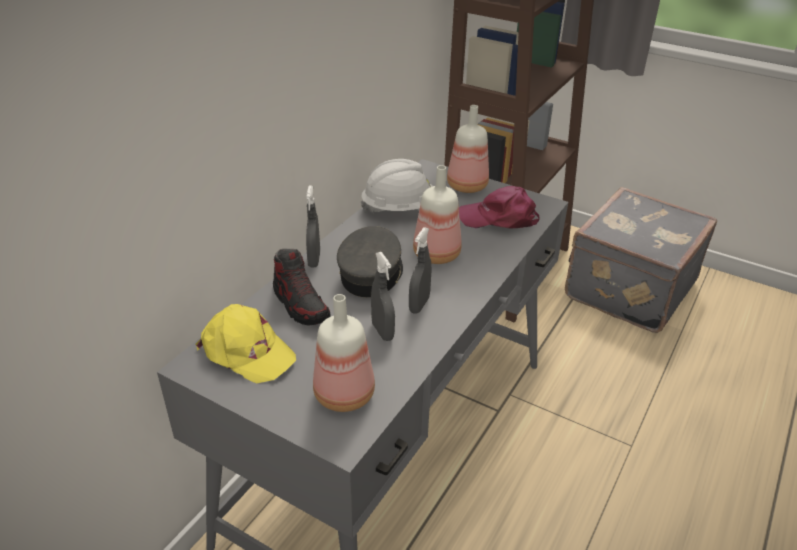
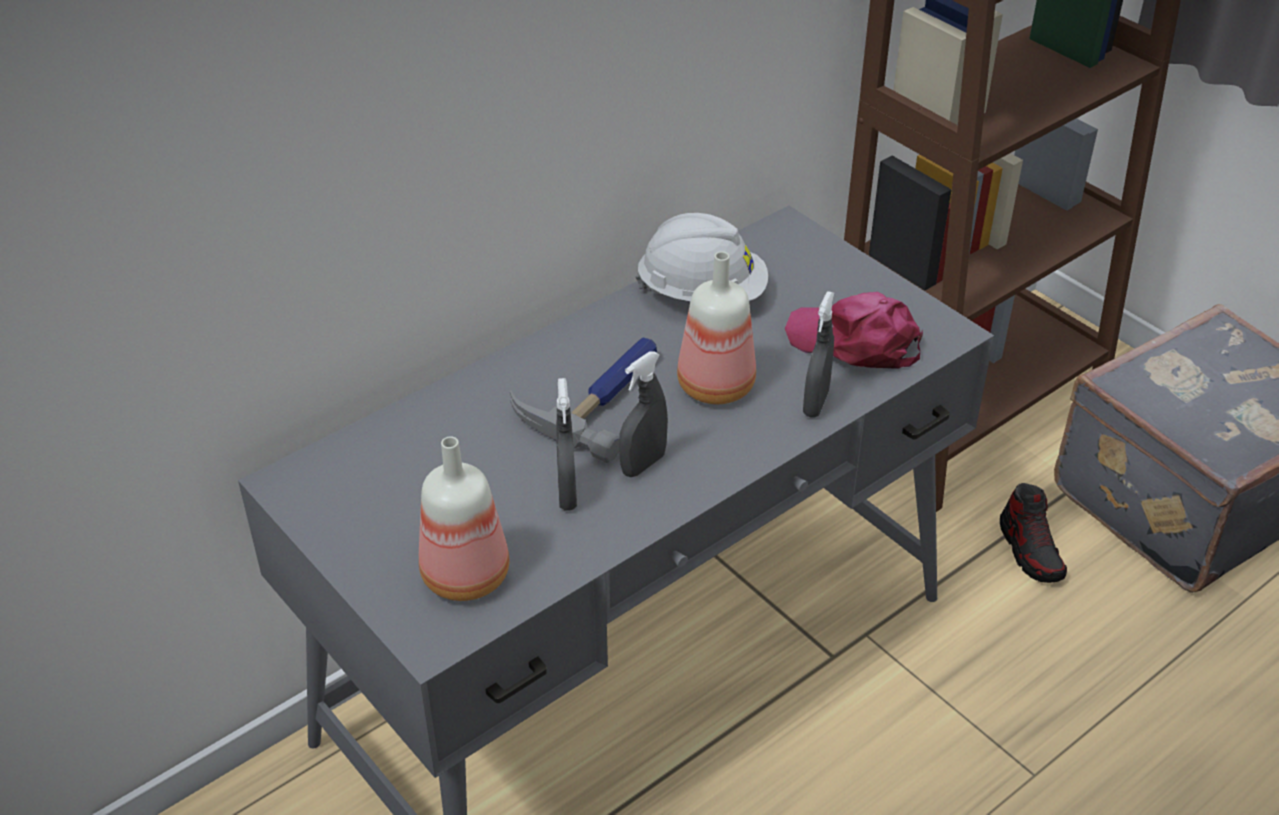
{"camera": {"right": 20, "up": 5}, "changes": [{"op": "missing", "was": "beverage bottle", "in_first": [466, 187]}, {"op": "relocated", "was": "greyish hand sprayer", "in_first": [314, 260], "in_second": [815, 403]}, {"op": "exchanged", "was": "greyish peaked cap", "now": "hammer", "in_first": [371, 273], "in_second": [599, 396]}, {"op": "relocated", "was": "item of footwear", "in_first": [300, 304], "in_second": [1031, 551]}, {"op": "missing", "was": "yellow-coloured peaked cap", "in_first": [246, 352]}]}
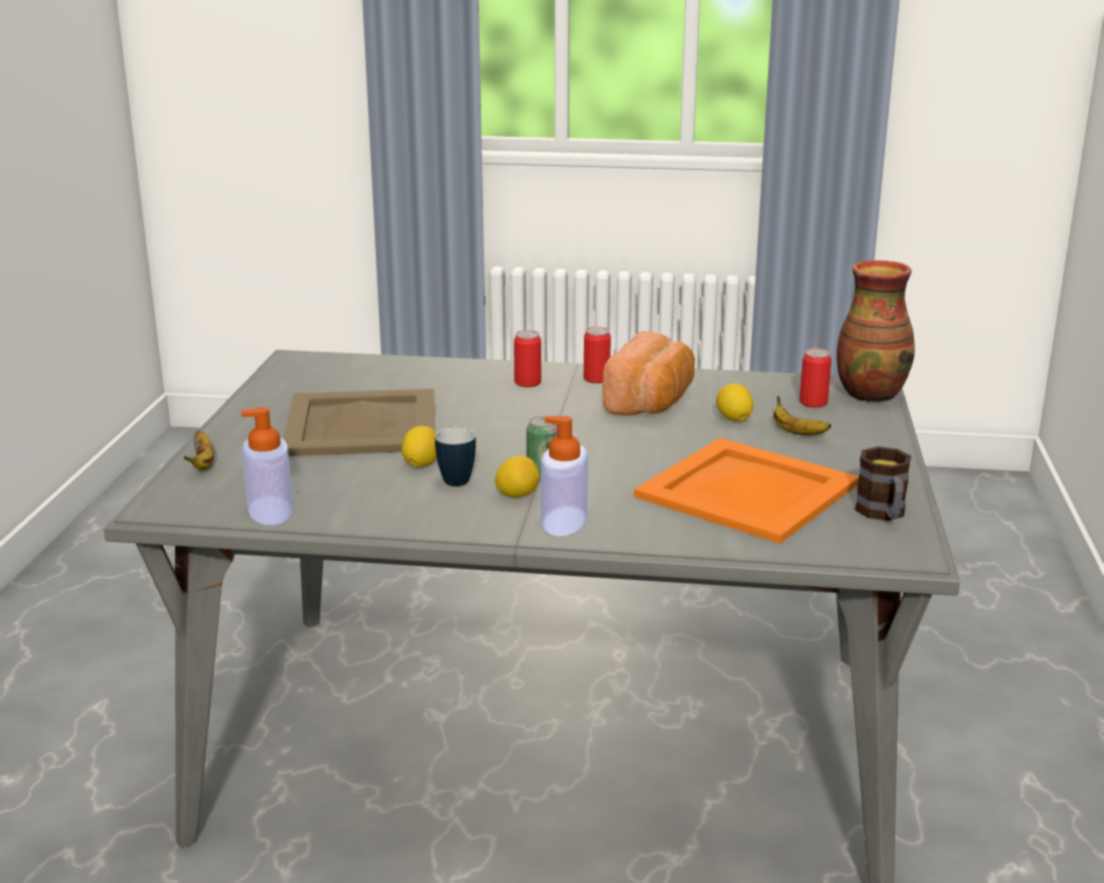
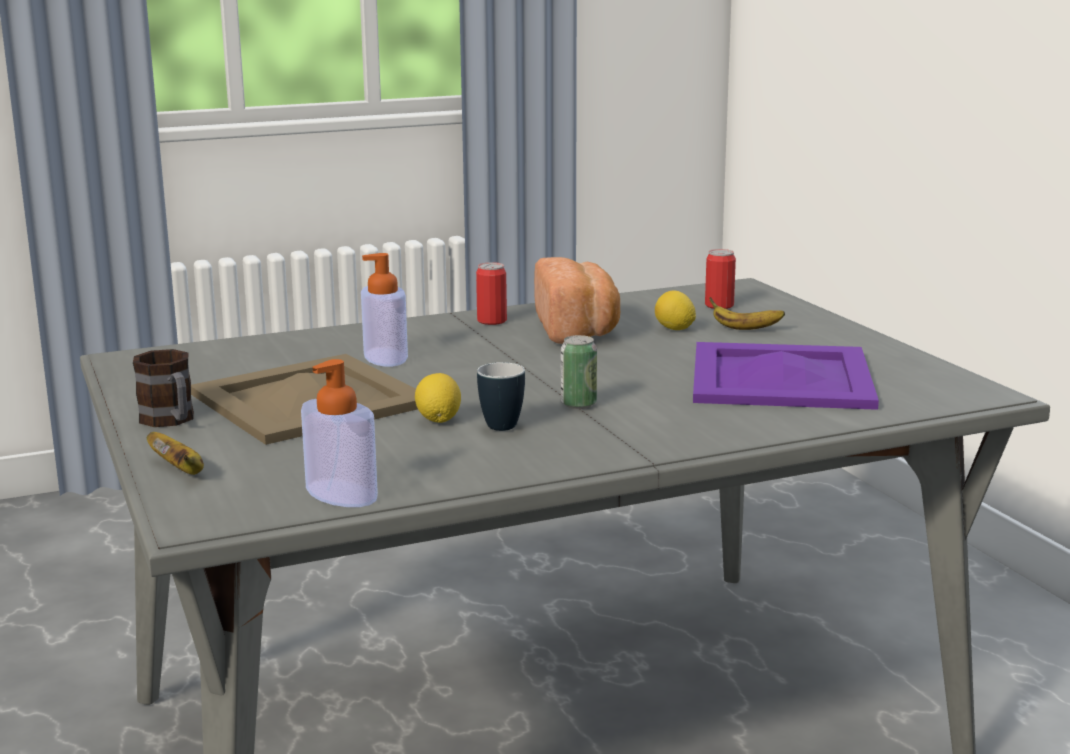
{"camera": {"right": -30, "up": -5}, "changes": [{"op": "missing", "was": "vase", "in_first": [870, 394]}, {"op": "missing", "was": "can", "in_first": [527, 383]}, {"op": "relocated", "was": "liquid soap bottle", "in_first": [564, 521], "in_second": [385, 357]}, {"op": "colour", "was": "orange serving tray", "now": "purple-coloured serving tray", "in_first": [745, 490], "in_second": [779, 378]}, {"op": "relocated", "was": "coffee mug", "in_first": [883, 514], "in_second": [171, 421]}, {"op": "missing", "was": "citrus fruit", "in_first": [517, 495]}]}
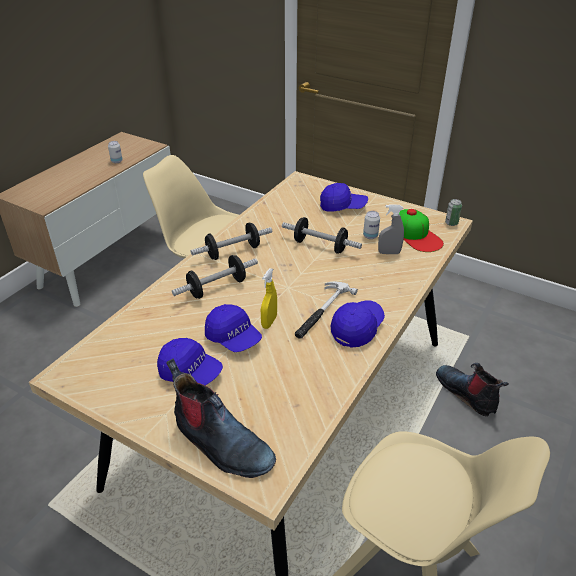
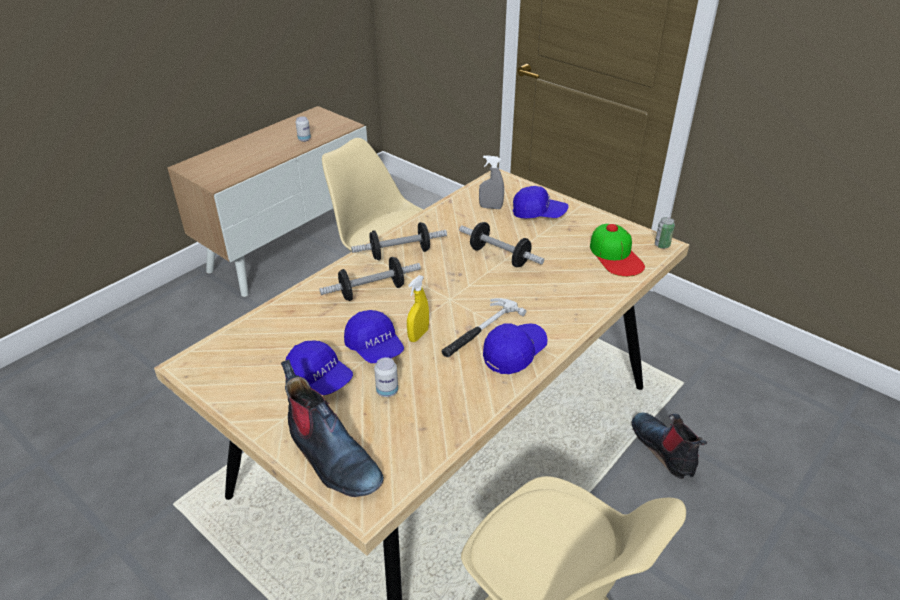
{"camera": {"right": 10, "up": 0}, "changes": [{"op": "relocated", "was": "greyish hand sprayer", "in_first": [389, 253], "in_second": [490, 207]}, {"op": "relocated", "was": "can", "in_first": [370, 236], "in_second": [387, 391]}]}
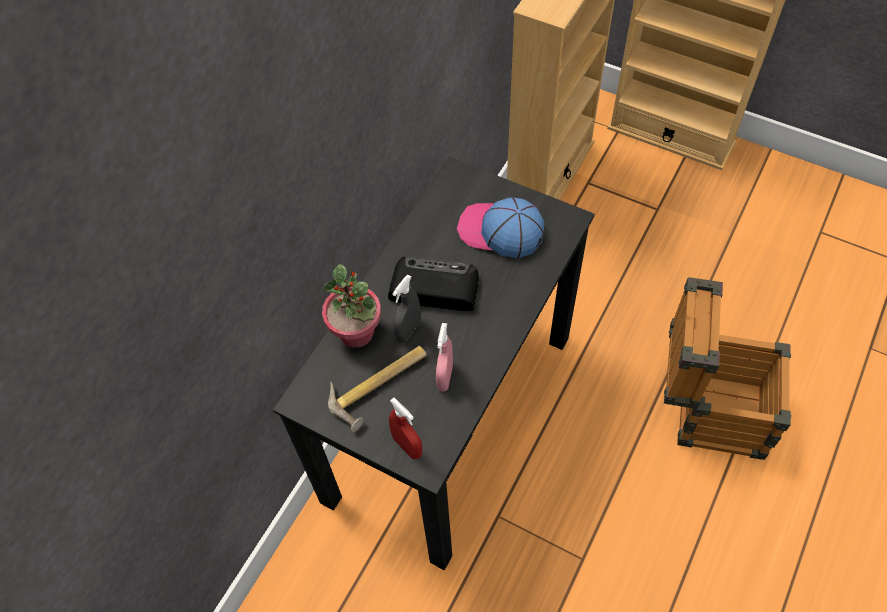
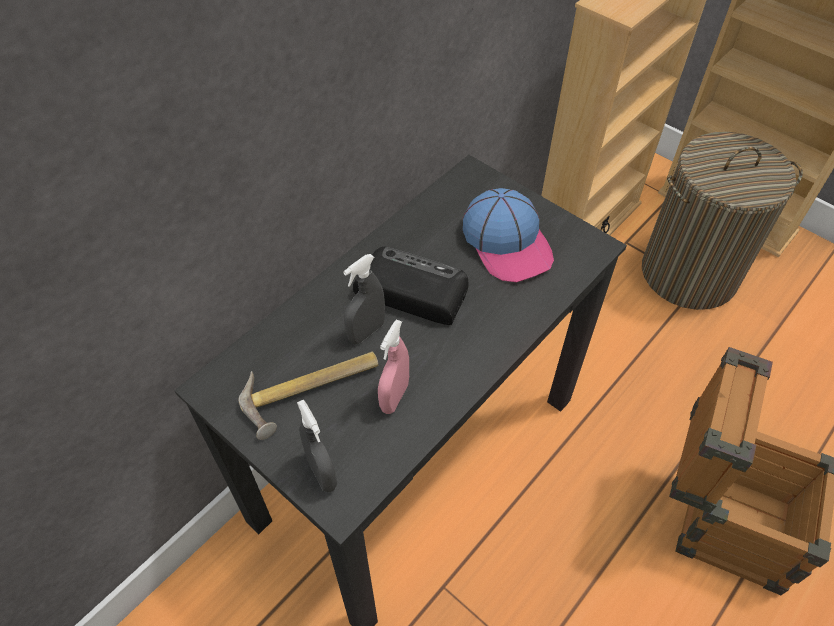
{"camera": {"right": 10, "up": -5}, "changes": [{"op": "spun", "was": "peaked cap", "in_first": [500, 231], "in_second": [507, 243], "clockwise": -150}, {"op": "missing", "was": "potted plant", "in_first": [357, 333]}, {"op": "colour", "was": "red hand sprayer", "now": "greyish hand sprayer", "in_first": [407, 446], "in_second": [322, 473]}, {"op": "appeared", "now": "laundry basket", "in_second": [688, 273]}]}
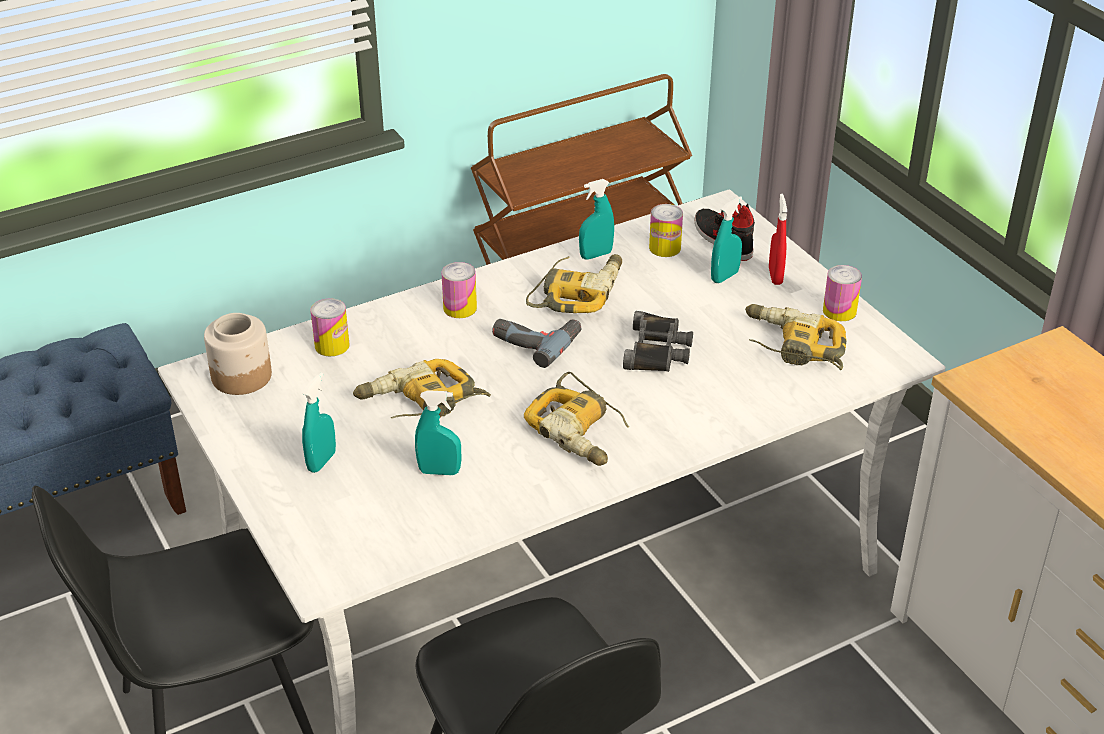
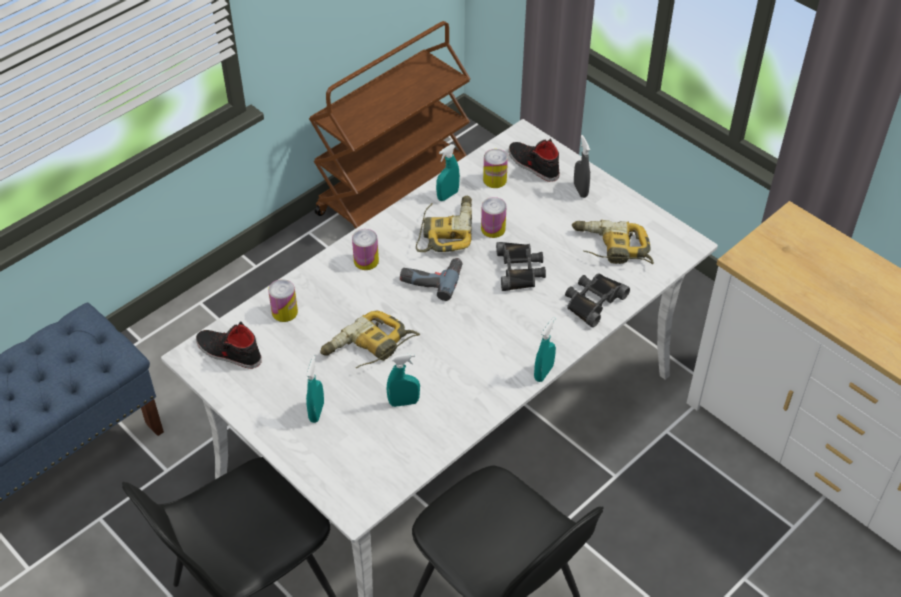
{"camera": {"right": -15, "up": 10}, "changes": [{"op": "colour", "was": "red hand sprayer", "now": "greyish hand sprayer", "in_first": [775, 276], "in_second": [580, 190]}, {"op": "relocated", "was": "turquoise hand sprayer", "in_first": [724, 276], "in_second": [543, 373]}, {"op": "relocated", "was": "can", "in_first": [839, 311], "in_second": [493, 229]}, {"op": "exchanged", "was": "storage jar", "now": "black-coloured item of footwear", "in_first": [241, 377], "in_second": [228, 352]}, {"op": "missing", "was": "electric drill", "in_first": [581, 430]}, {"op": "appeared", "now": "black-coloured pair of binoculars", "in_second": [593, 301]}]}
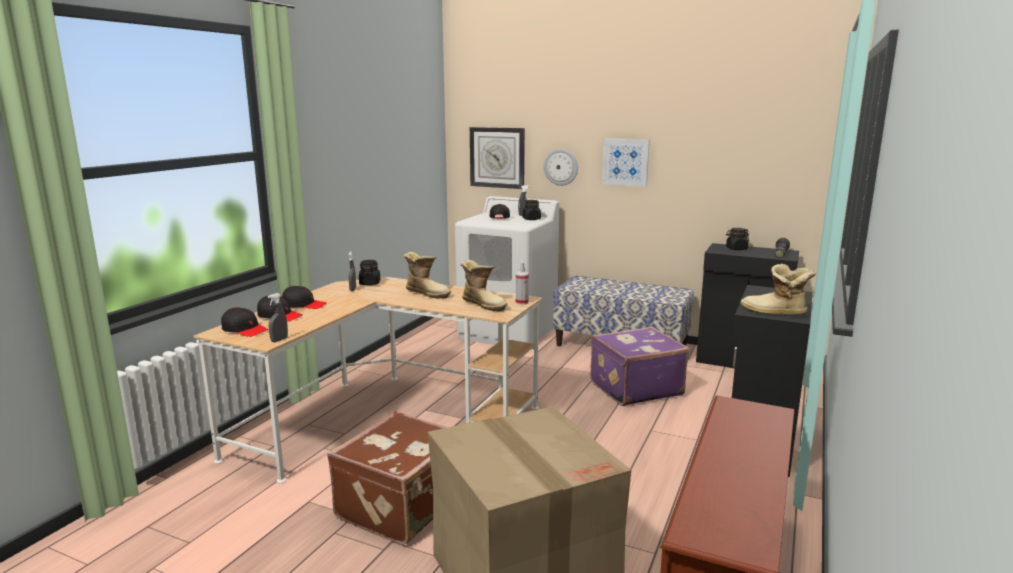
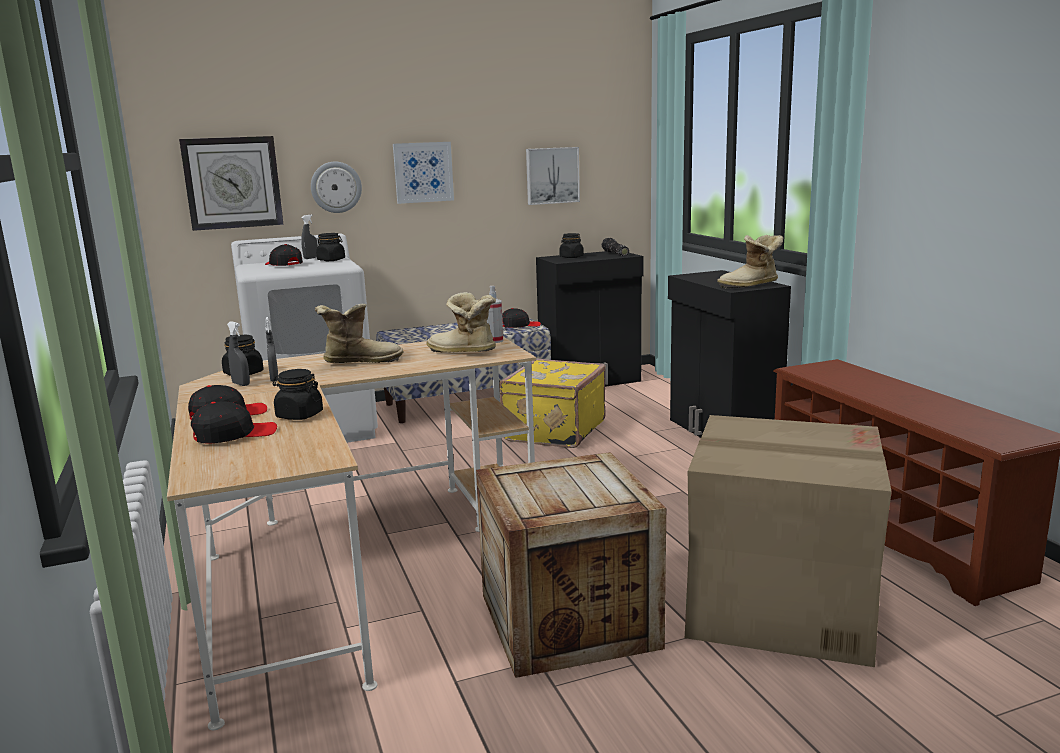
{"camera": {"right": -45, "up": 0}, "changes": [{"op": "spun", "was": "high-top boot", "in_first": [484, 304], "in_second": [462, 352], "clockwise": -150}, {"op": "relocated", "was": "greyish hand sprayer", "in_first": [279, 340], "in_second": [274, 379]}, {"op": "relocated", "was": "black-coloured peaked cap", "in_first": [244, 330], "in_second": [520, 326]}, {"op": "colour", "was": "purple-coloured suitcase", "now": "yellow-coloured suitcase", "in_first": [634, 388], "in_second": [552, 431]}, {"op": "exchanged", "was": "brownish suitcase", "now": "packing crate", "in_first": [404, 506], "in_second": [568, 621]}, {"op": "appeared", "now": "picture", "in_second": [552, 175]}, {"op": "appeared", "now": "black-coloured storage jar", "in_second": [299, 415]}]}
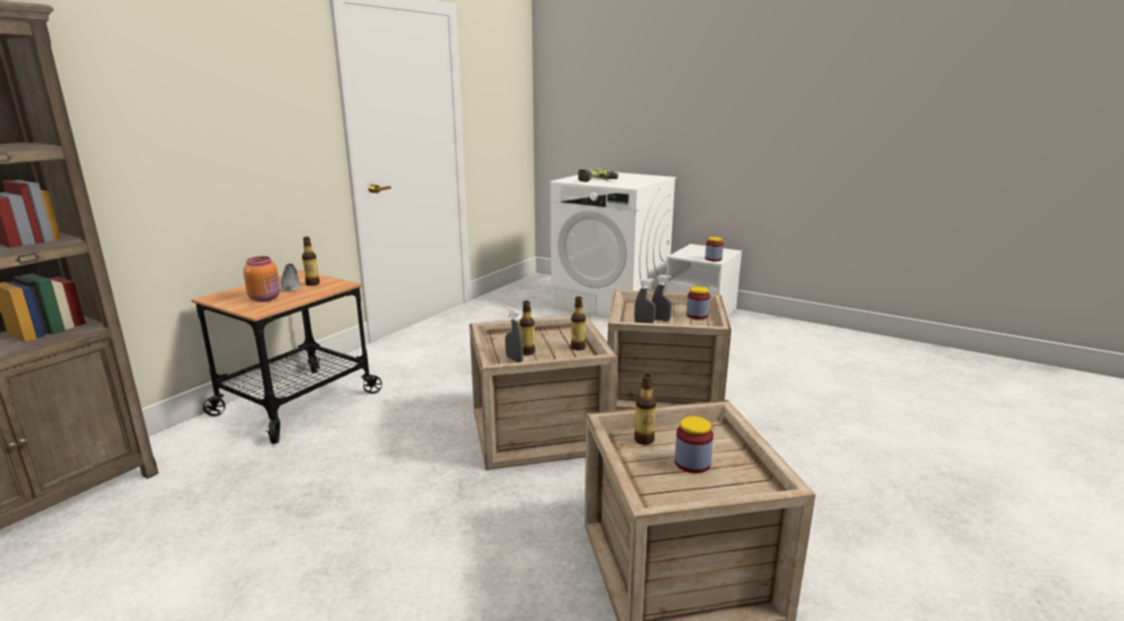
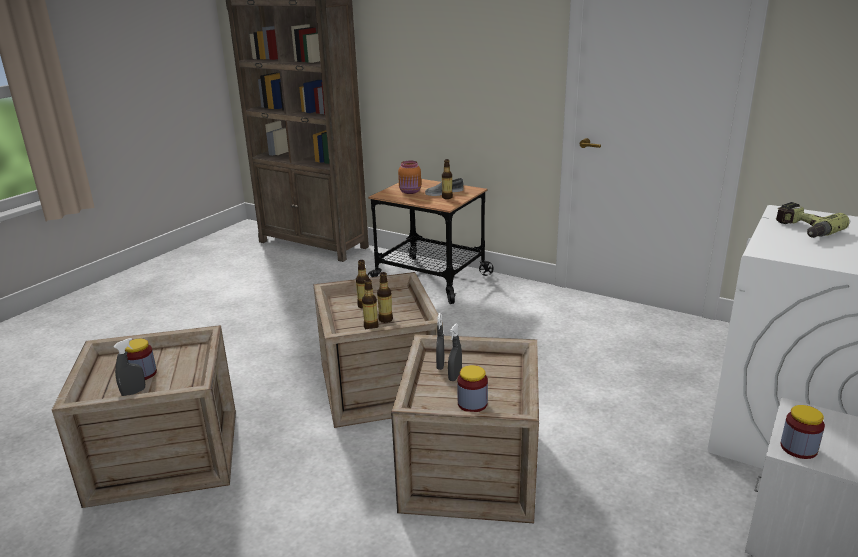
{"camera": {"right": 90, "up": 5}, "changes": [{"op": "relocated", "was": "greyish hand sprayer", "in_first": [514, 359], "in_second": [134, 393]}, {"op": "relocated", "was": "beverage bottle", "in_first": [644, 440], "in_second": [385, 319]}]}
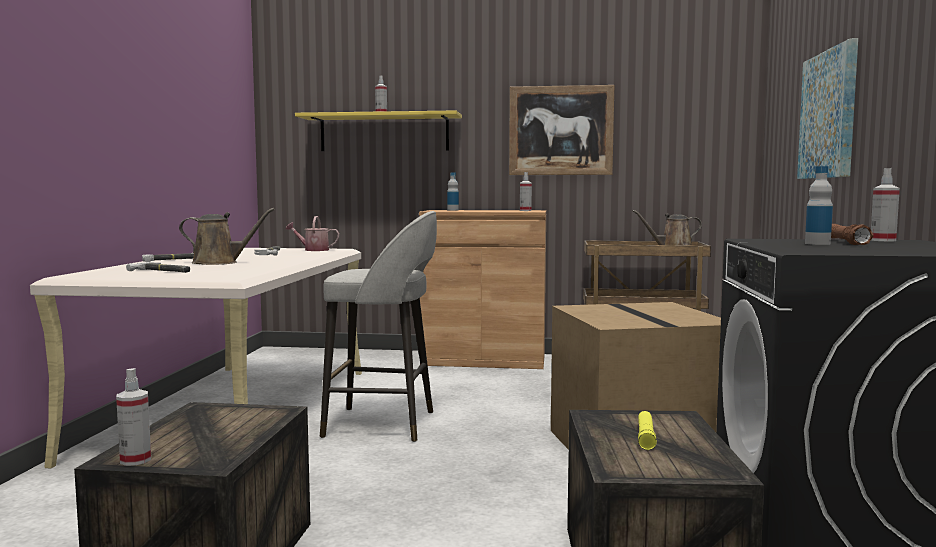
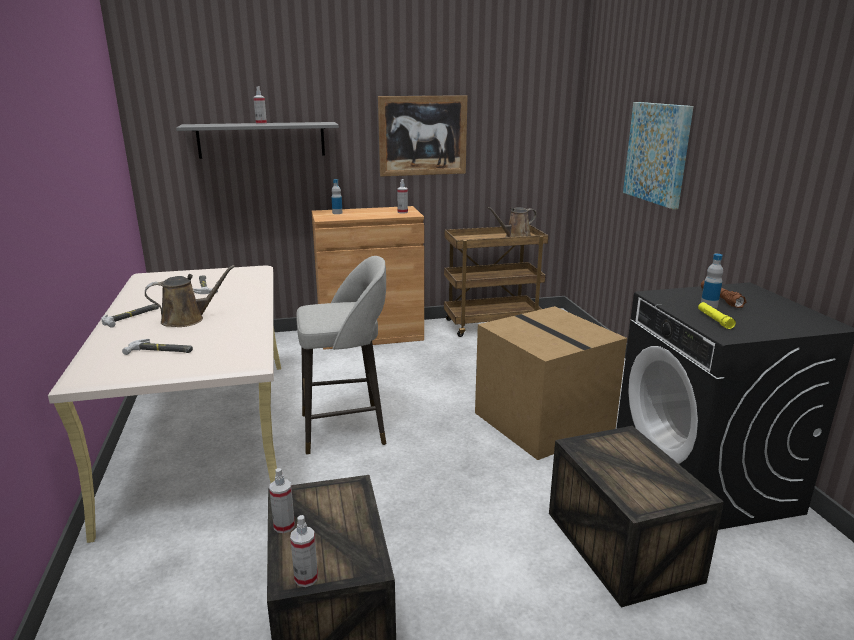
{"camera": {"right": -20, "up": 15}, "changes": [{"op": "colour", "was": "yellow-coloured bracket shelf", "now": "greyish bracket shelf", "in_first": [384, 133], "in_second": [261, 140]}, {"op": "relocated", "was": "hand sprayer", "in_first": [883, 240], "in_second": [284, 526]}, {"op": "missing", "was": "watering pot", "in_first": [313, 250]}, {"op": "relocated", "was": "yellow-coloured hand torch", "in_first": [645, 437], "in_second": [714, 320]}]}
